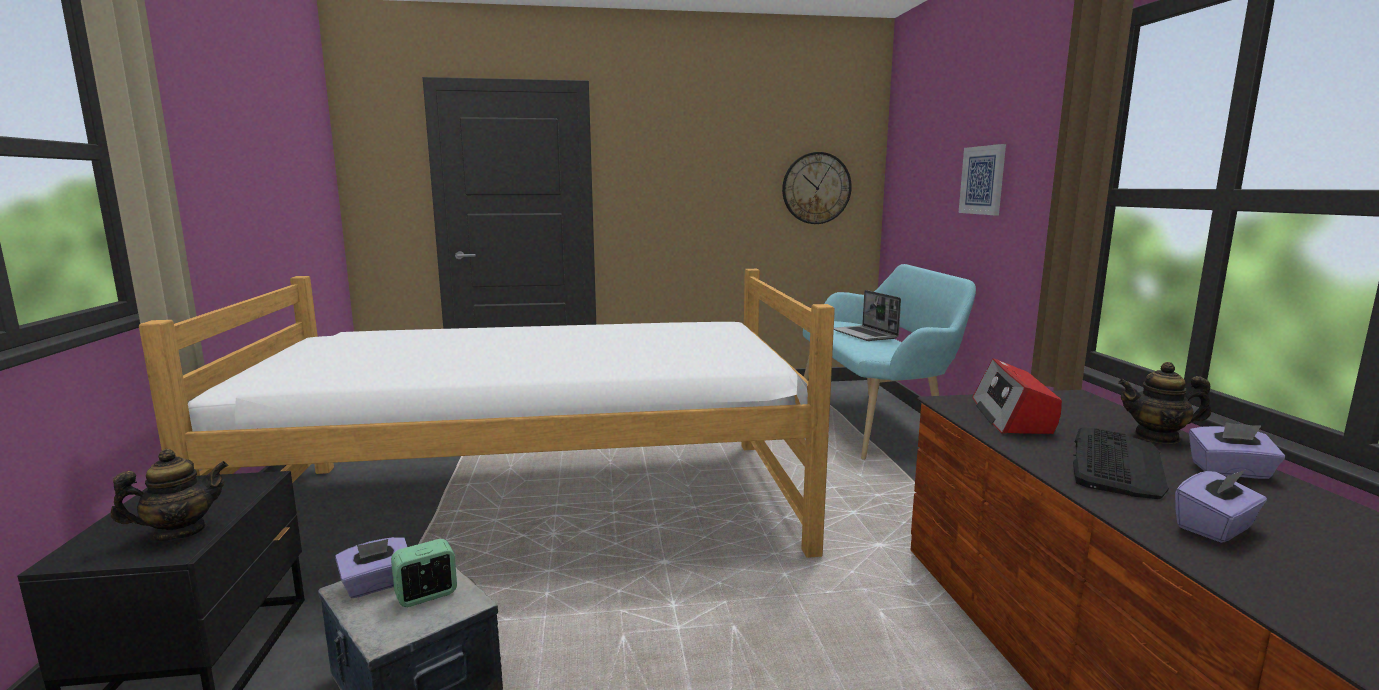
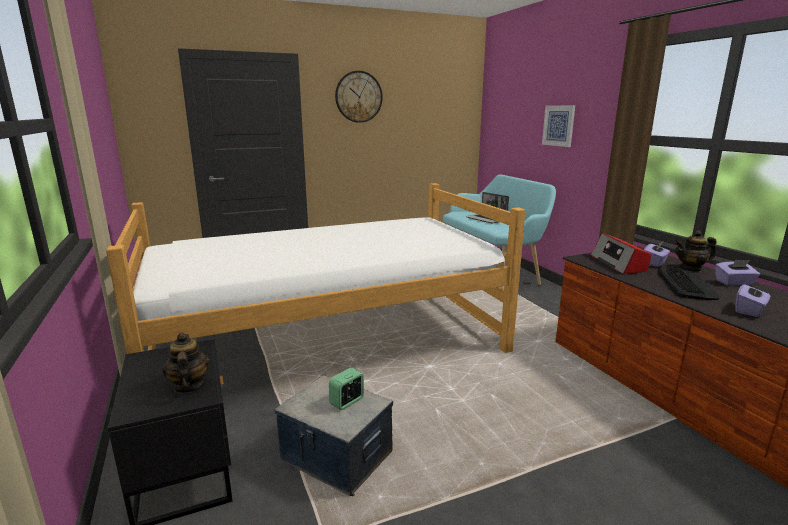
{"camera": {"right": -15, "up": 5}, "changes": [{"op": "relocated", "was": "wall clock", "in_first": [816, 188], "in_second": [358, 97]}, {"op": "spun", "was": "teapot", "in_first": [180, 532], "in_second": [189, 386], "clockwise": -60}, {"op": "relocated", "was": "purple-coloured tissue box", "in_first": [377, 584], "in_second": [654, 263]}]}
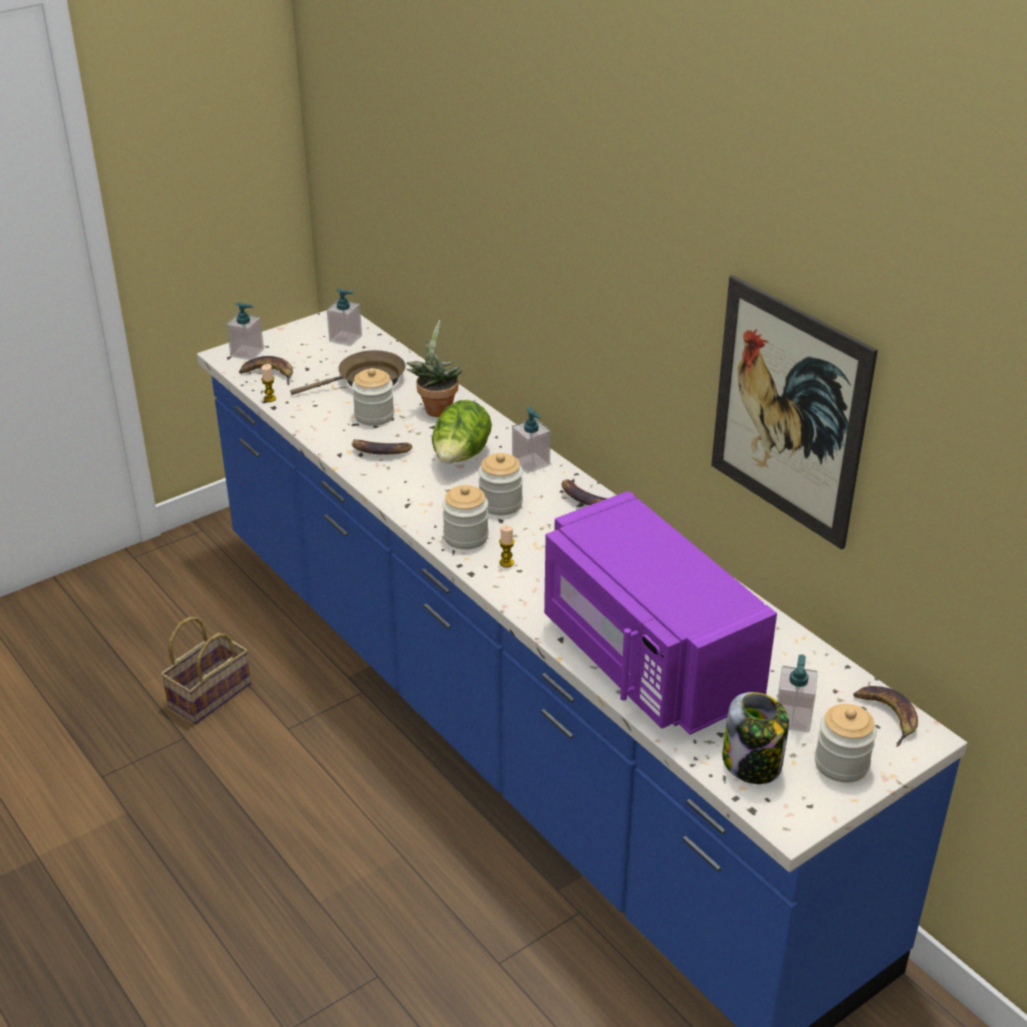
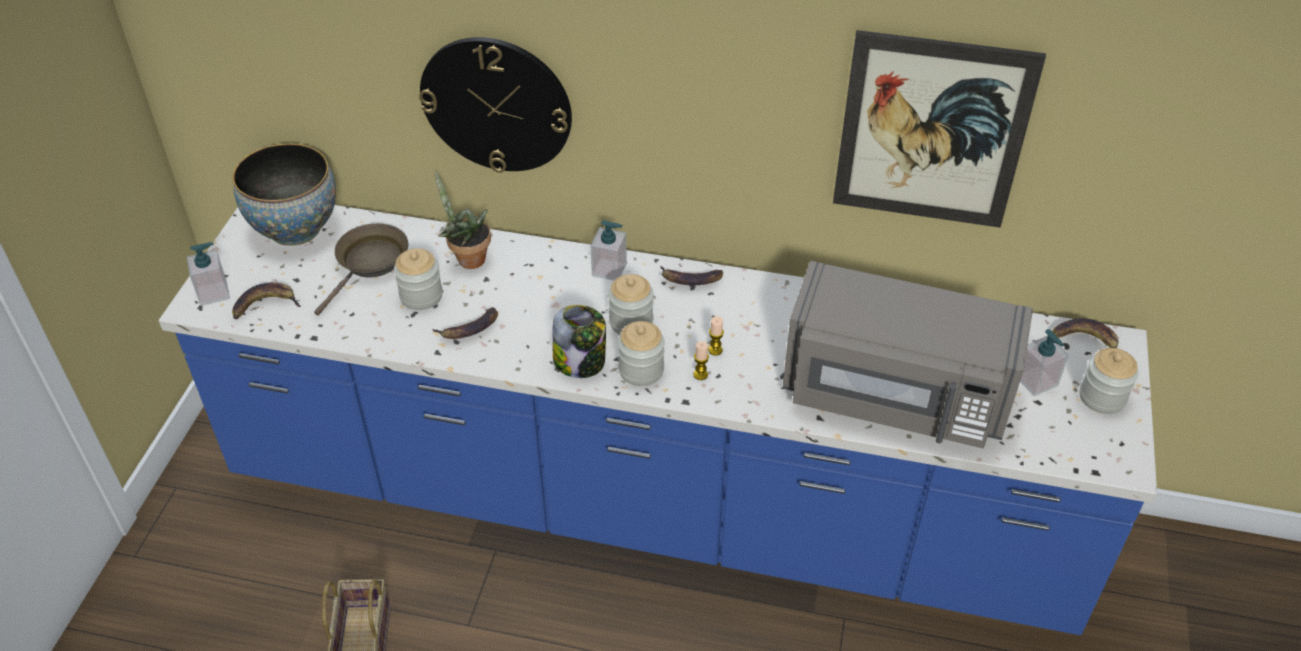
{"camera": {"right": -40, "up": 10}, "changes": [{"op": "exchanged", "was": "liquid soap bottle", "now": "bowl", "in_first": [345, 338], "in_second": [295, 229]}, {"op": "relocated", "was": "candle", "in_first": [270, 398], "in_second": [715, 350]}, {"op": "missing", "was": "lettuce", "in_first": [461, 458]}, {"op": "colour", "was": "purple-coloured microwave", "now": "greyish microwave", "in_first": [646, 659], "in_second": [894, 396]}, {"op": "relocated", "was": "storage jar", "in_first": [752, 764], "in_second": [580, 361]}, {"op": "appeared", "now": "wall clock", "in_second": [496, 104]}]}
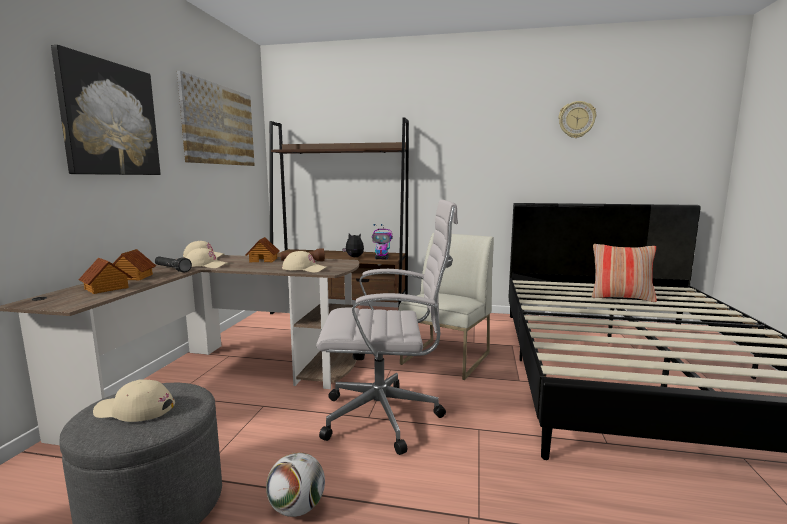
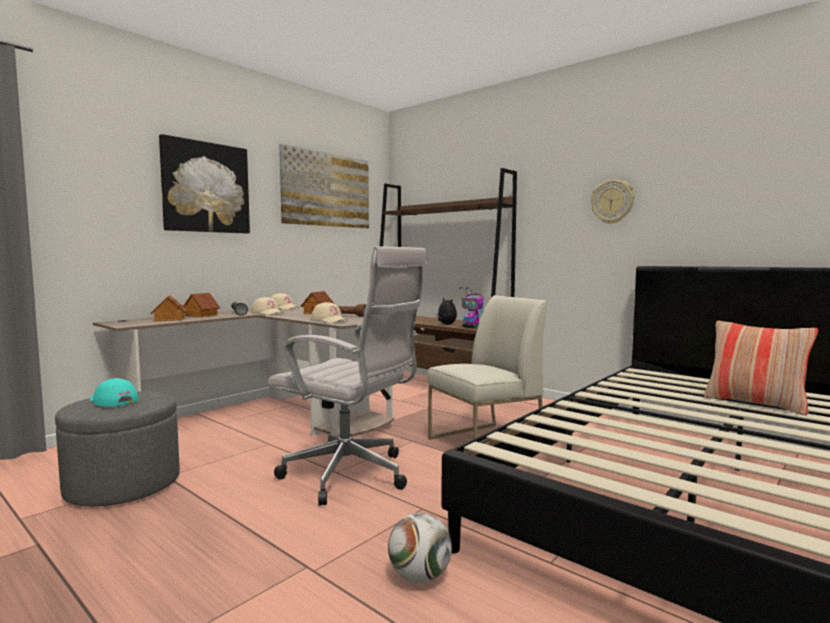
{"camera": {"right": 30, "up": -5}, "changes": [{"op": "relocated", "was": "wall clock", "in_first": [576, 119], "in_second": [612, 202]}, {"op": "colour", "was": "beige-coloured peaked cap", "now": "turquoise peaked cap", "in_first": [134, 410], "in_second": [112, 401]}, {"op": "relocated", "was": "football ball", "in_first": [297, 508], "in_second": [420, 576]}]}
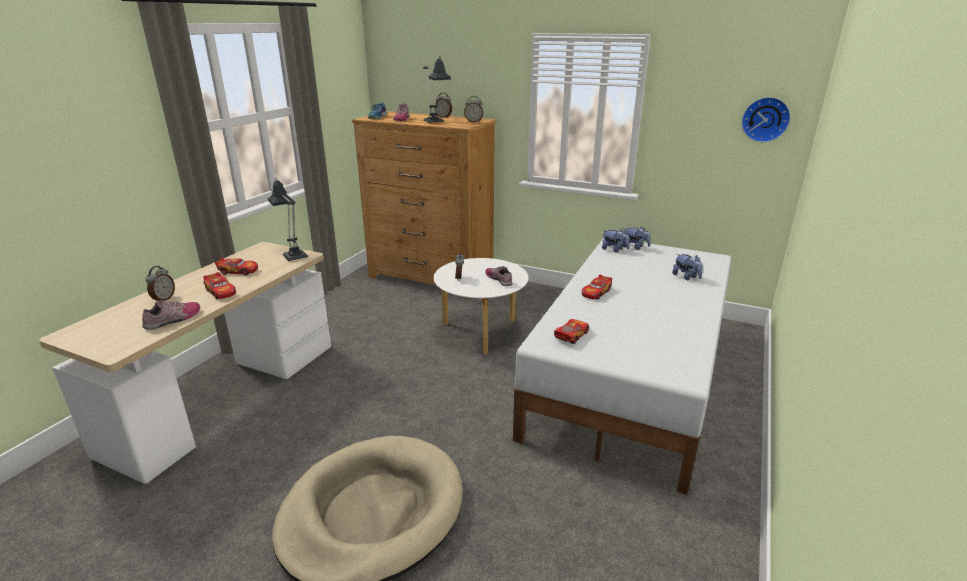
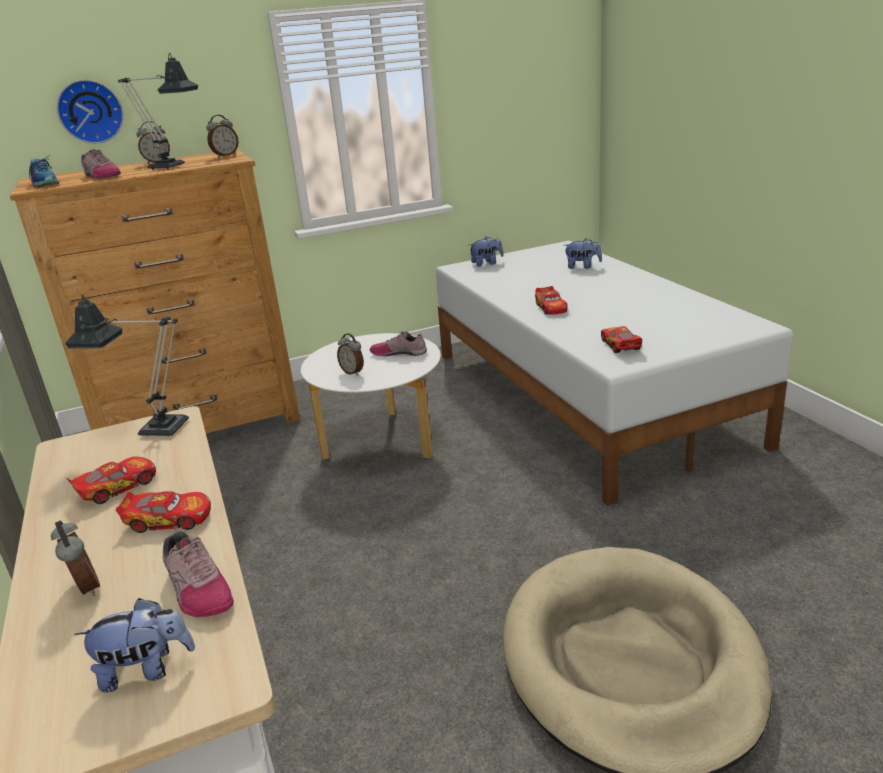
{"camera": {"right": -45, "up": 0}, "changes": [{"op": "relocated", "was": "wall clock", "in_first": [765, 119], "in_second": [90, 111]}, {"op": "relocated", "was": "soft toy", "in_first": [614, 250], "in_second": [146, 670]}, {"op": "spun", "was": "item of footwear", "in_first": [174, 319], "in_second": [197, 589], "clockwise": 150}]}
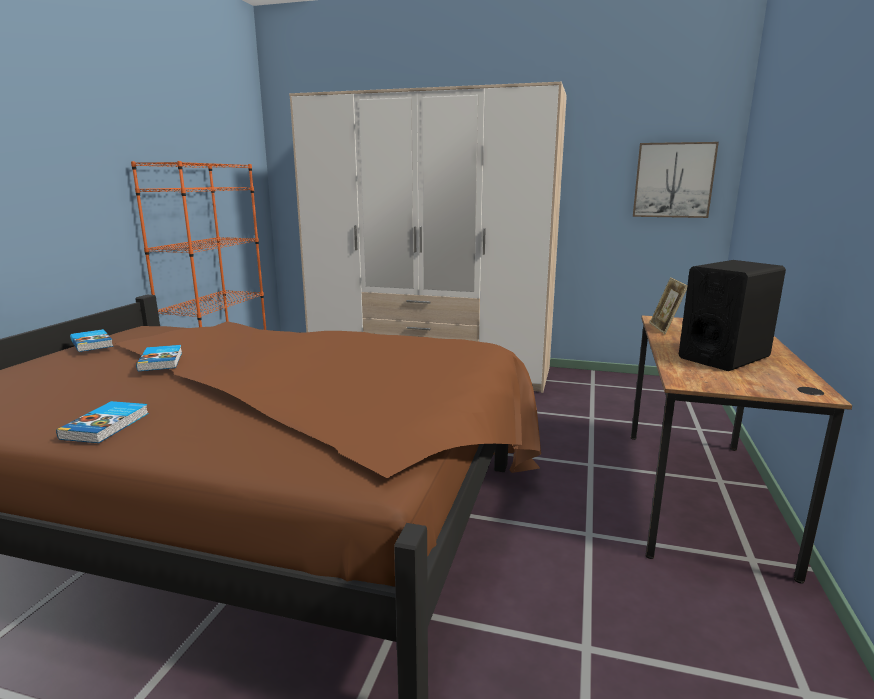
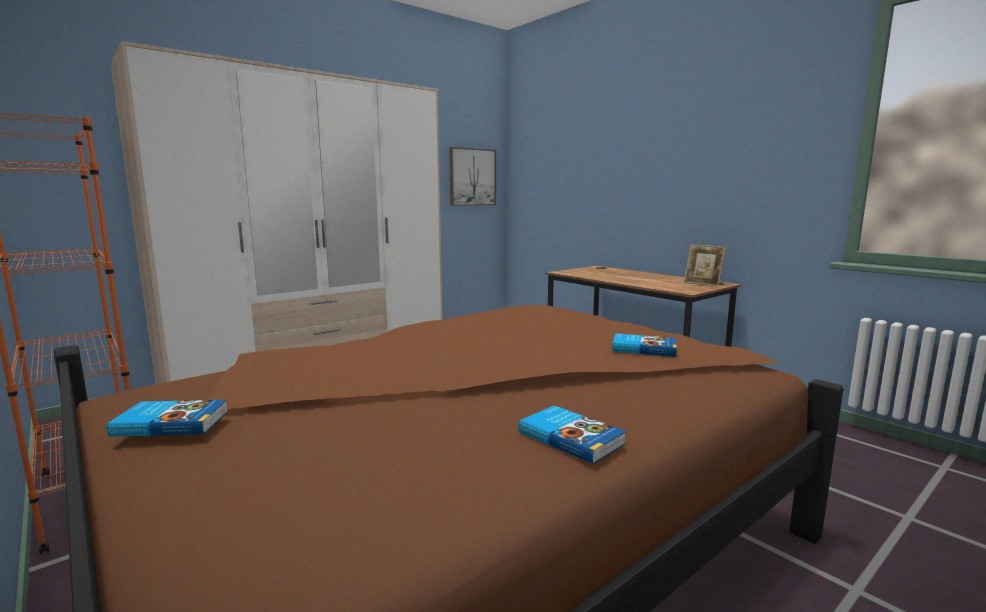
{"camera": {"right": -55, "up": -5}, "changes": [{"op": "missing", "was": "black-coloured loudspeaker", "in_first": [724, 357]}, {"op": "relocated", "was": "standing frame", "in_first": [665, 329], "in_second": [702, 284]}, {"op": "relocated", "was": "bound book", "in_first": [162, 361], "in_second": [643, 348]}]}
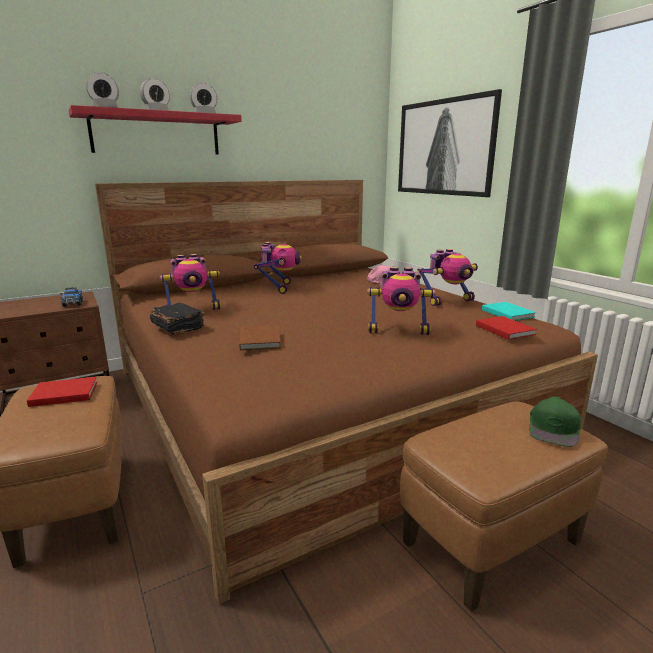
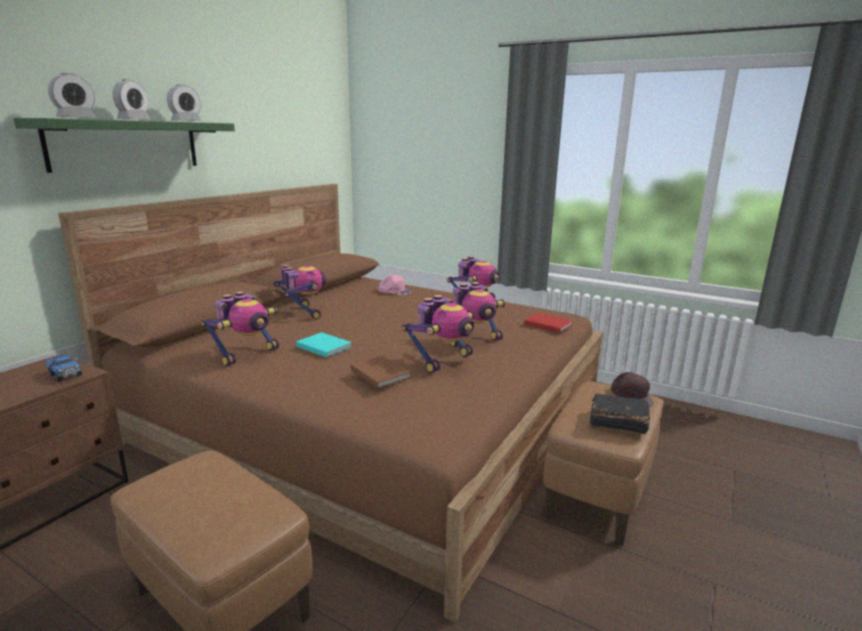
{"camera": {"right": -30, "up": 0}, "changes": [{"op": "missing", "was": "picture", "in_first": [443, 147]}, {"op": "colour", "was": "red bracket shelf", "now": "green-coloured bracket shelf", "in_first": [156, 134], "in_second": [126, 145]}, {"op": "relocated", "was": "turquoise bound book", "in_first": [507, 313], "in_second": [323, 346]}, {"op": "relocated", "was": "black-coloured bound book", "in_first": [178, 327], "in_second": [617, 423]}, {"op": "missing", "was": "red bound book", "in_first": [63, 394]}, {"op": "colour", "was": "green-coloured peaked cap", "now": "brownish peaked cap", "in_first": [554, 428], "in_second": [630, 396]}, {"op": "appeared", "now": "model robot", "in_second": [443, 361]}]}
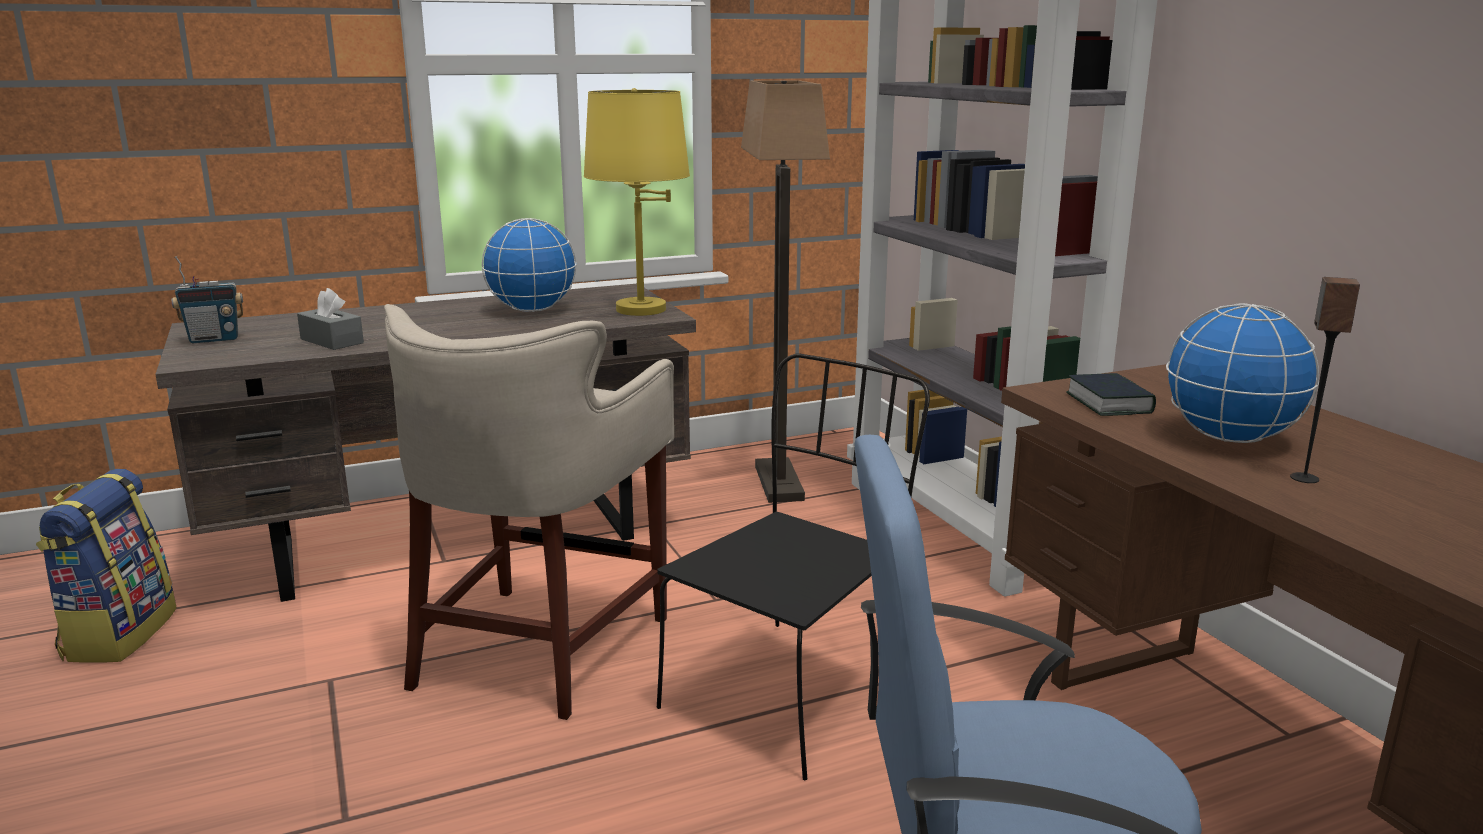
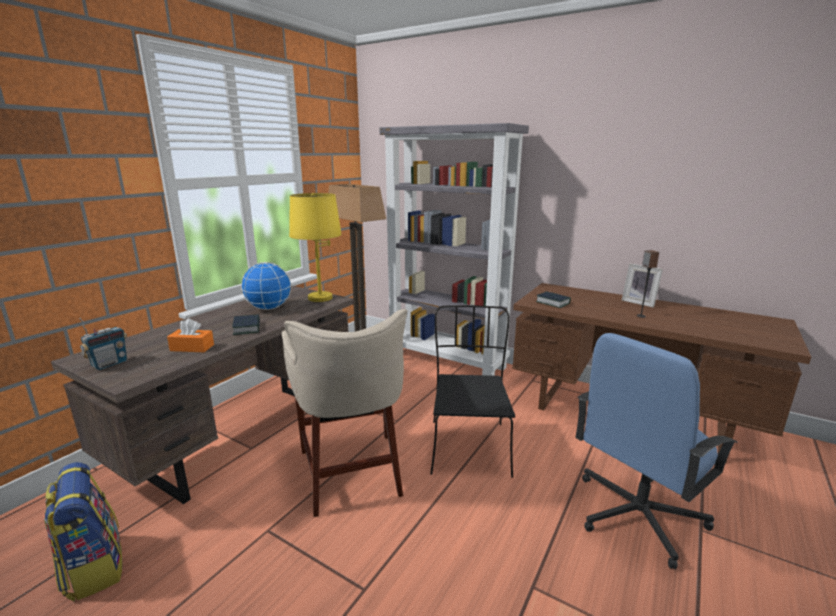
{"camera": {"right": -35, "up": 0}, "changes": [{"op": "colour", "was": "greyish tissue box", "now": "orange tissue box", "in_first": [332, 341], "in_second": [192, 348]}, {"op": "missing", "was": "world globe", "in_first": [1230, 439]}, {"op": "appeared", "now": "standing frame", "in_second": [639, 302]}, {"op": "appeared", "now": "bound book", "in_second": [247, 328]}]}
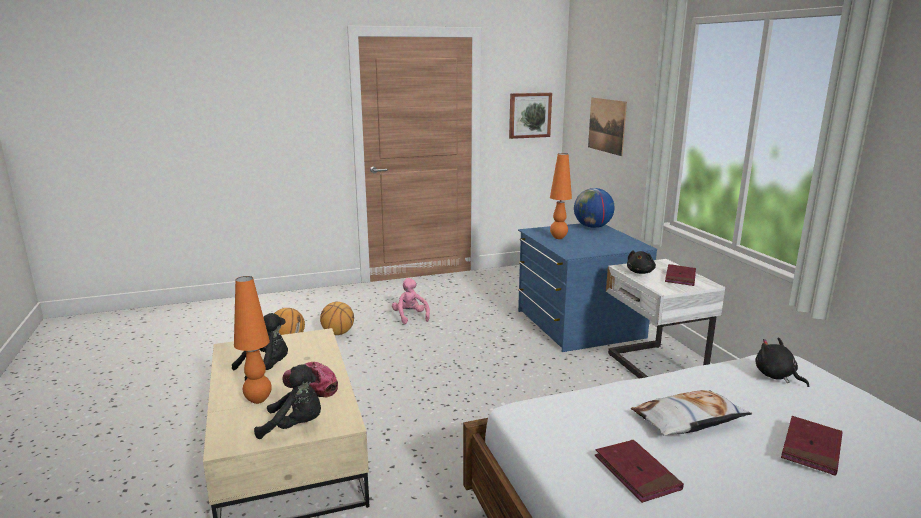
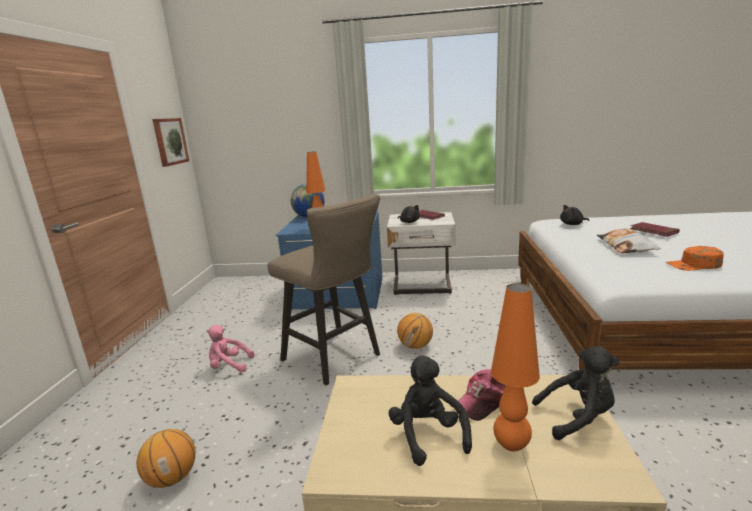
{"camera": {"right": -65, "up": 0}, "changes": [{"op": "missing", "was": "picture", "in_first": [606, 125]}, {"op": "relocated", "was": "ball for basketball", "in_first": [338, 333], "in_second": [415, 346]}, {"op": "spun", "was": "black-coloured soft toy", "in_first": [295, 426], "in_second": [577, 418], "clockwise": 60}, {"op": "exchanged", "was": "red bound book", "now": "orange peaked cap", "in_first": [637, 473], "in_second": [694, 265]}, {"op": "appeared", "now": "beige-coloured sitting stool", "in_second": [336, 359]}]}
